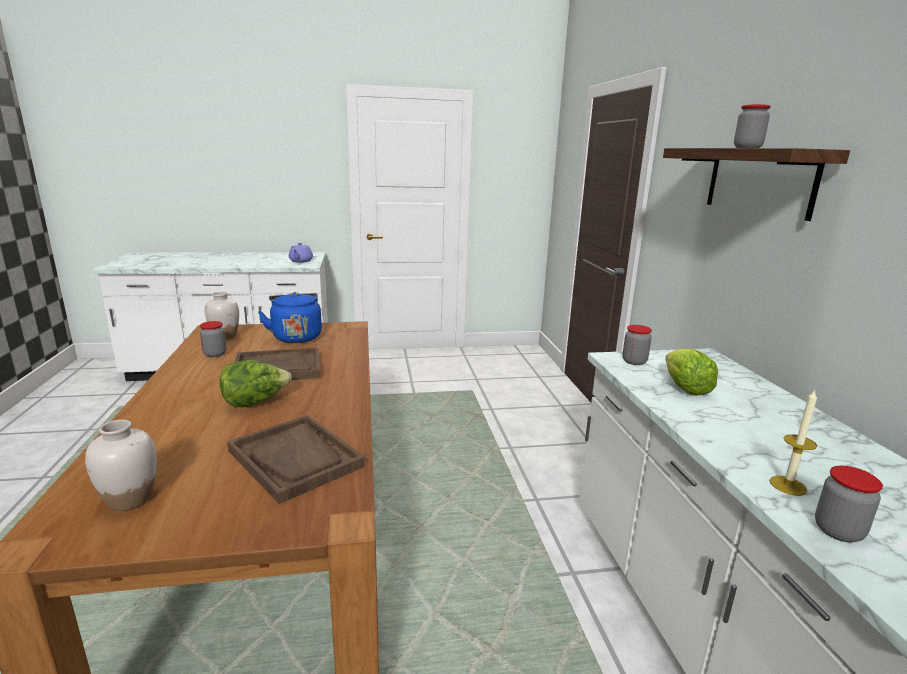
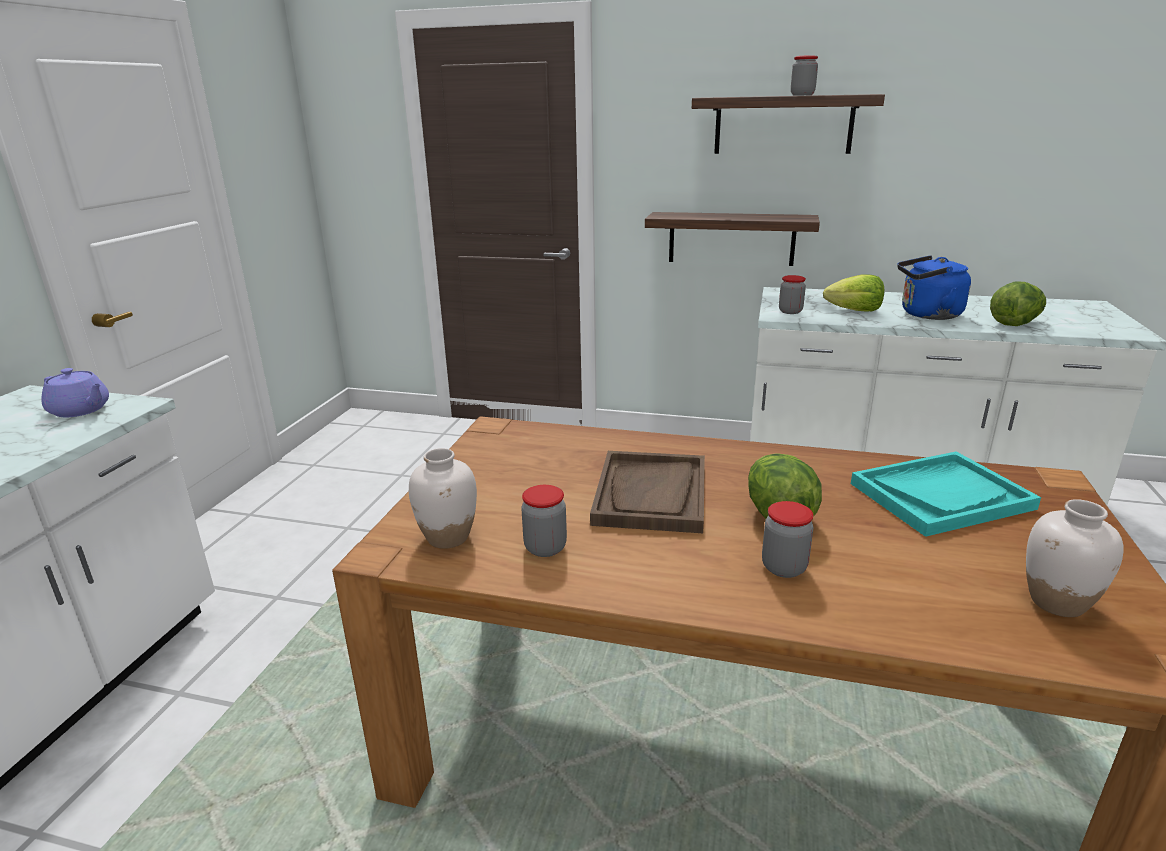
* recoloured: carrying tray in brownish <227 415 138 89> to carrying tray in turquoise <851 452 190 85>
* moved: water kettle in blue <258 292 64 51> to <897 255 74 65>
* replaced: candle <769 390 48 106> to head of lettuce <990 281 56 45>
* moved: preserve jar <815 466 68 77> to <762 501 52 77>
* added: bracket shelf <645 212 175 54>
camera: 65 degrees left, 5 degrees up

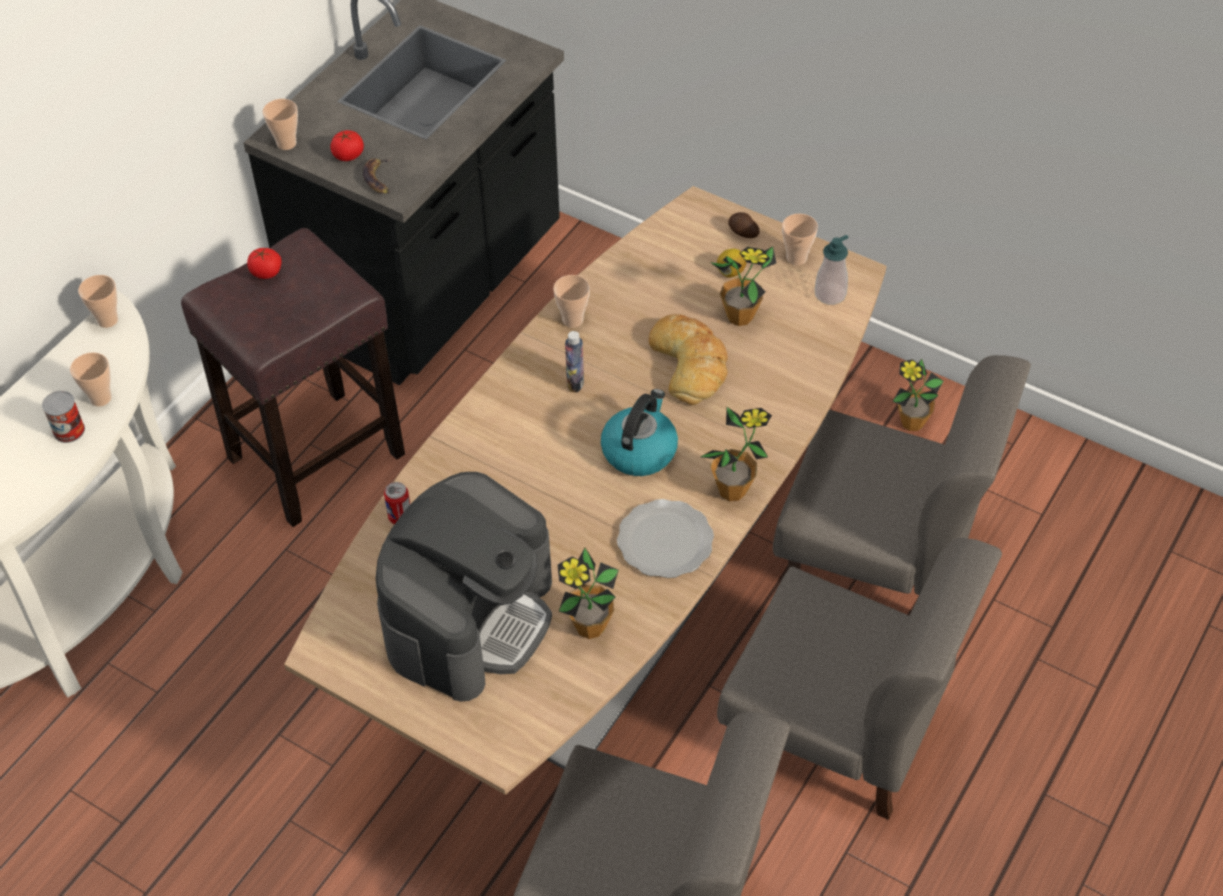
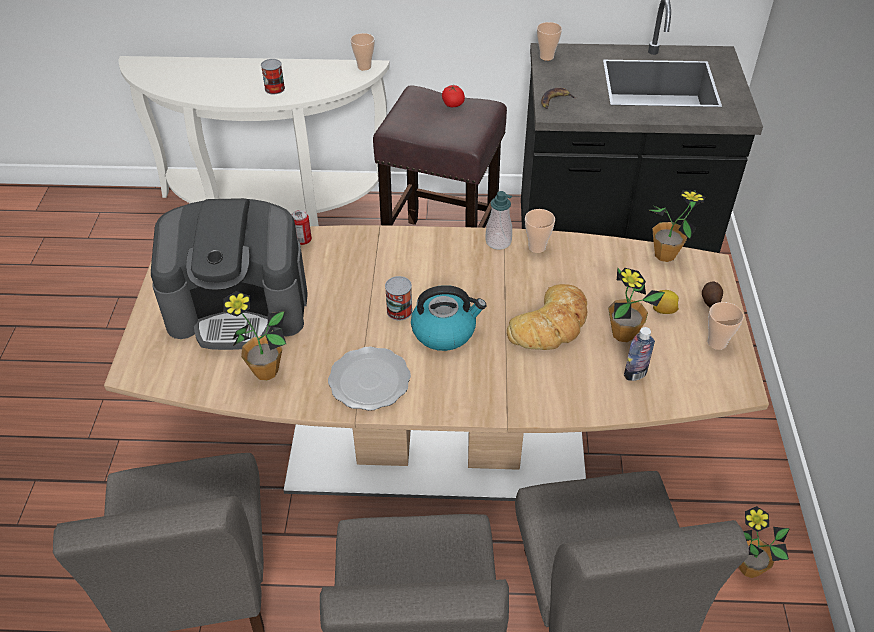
* removed: cup <70 352 42 55>
* removed: whole tomato <330 130 34 31>
* moved: beverage bottle <565 331 19 61> to <624 327 31 54>
* moved: plant in a pot <701 407 71 94> to <649 190 56 72>
* moved: liquid soap bottle <815 235 33 70> to <485 191 27 59>
* added: sealed can <385 276 28 44>
camera: 60 degrees right, 5 degrees down

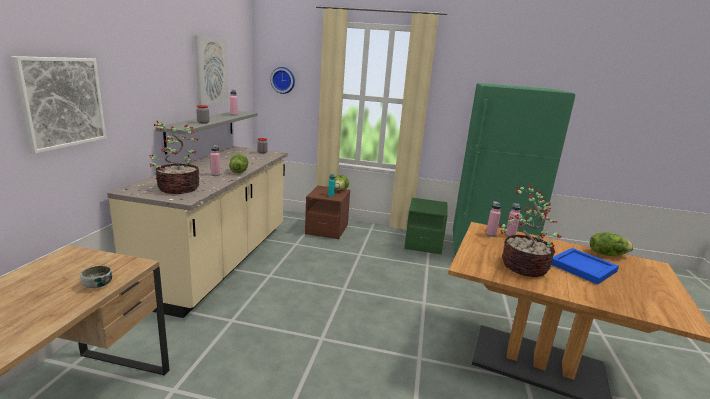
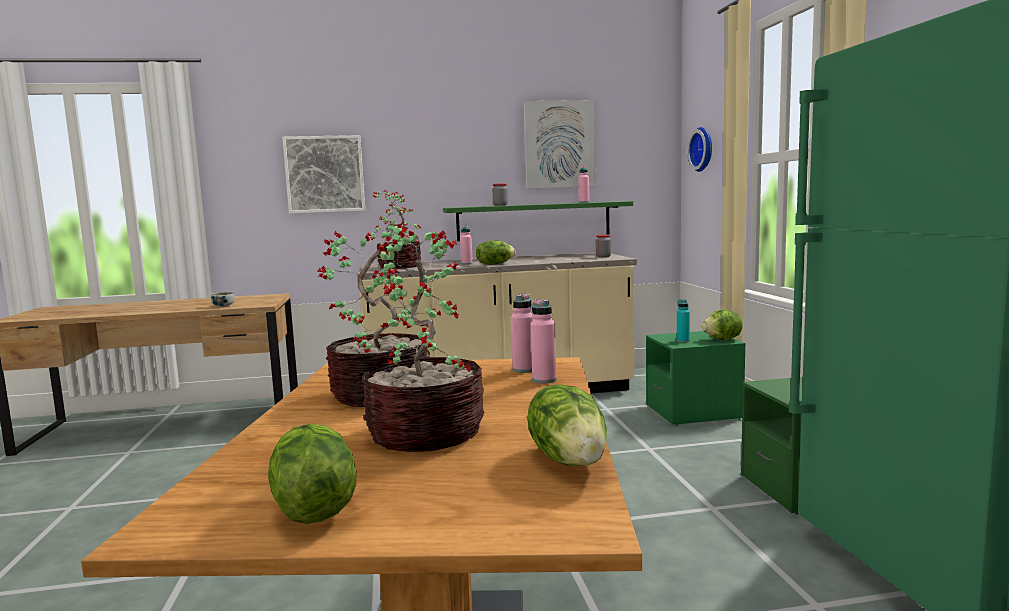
* recoloured: bracket shelf in grey <155 111 102 43> to bracket shelf in greenish <443 201 190 40>
* recoloured: bedside table in brownish <305 186 45 53> to bedside table in greenish <646 331 100 95>
* replaced: carrying tray in blue <551 248 68 37> to plant in a pot <362 226 122 226>
* added: head of lettuce <268 424 88 100>
camera: 70 degrees right, 10 degrees down

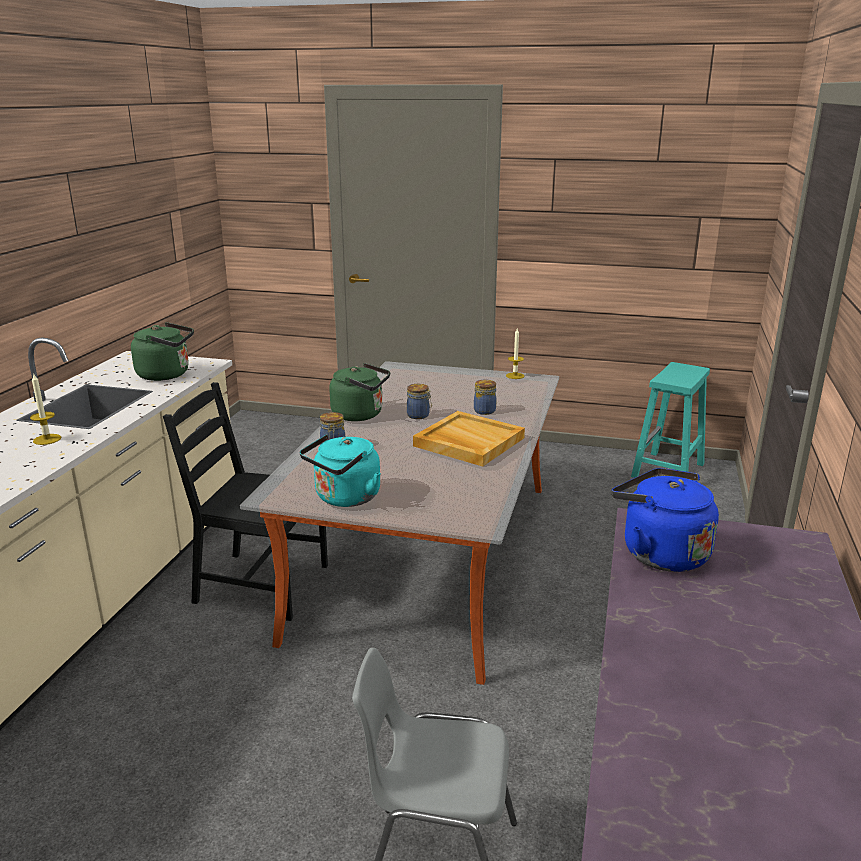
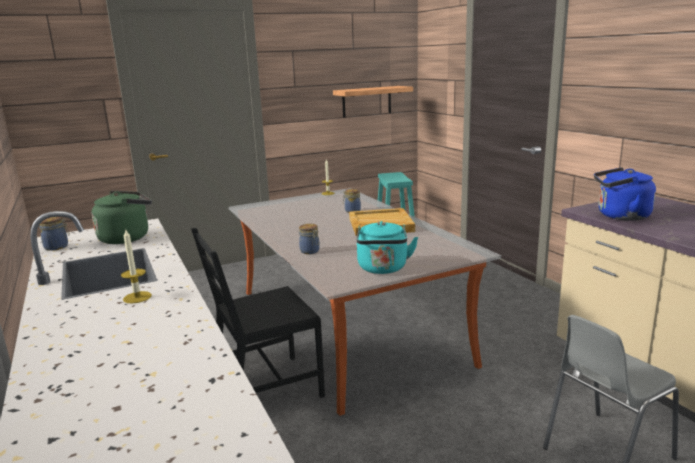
* removed: water kettle in greenish <329 363 61 58>
* moved: preserve jar <407 384 25 35> to <39 217 31 34>
* added: bracket shelf <333 86 80 32>
camera: 40 degrees left, 5 degrees down

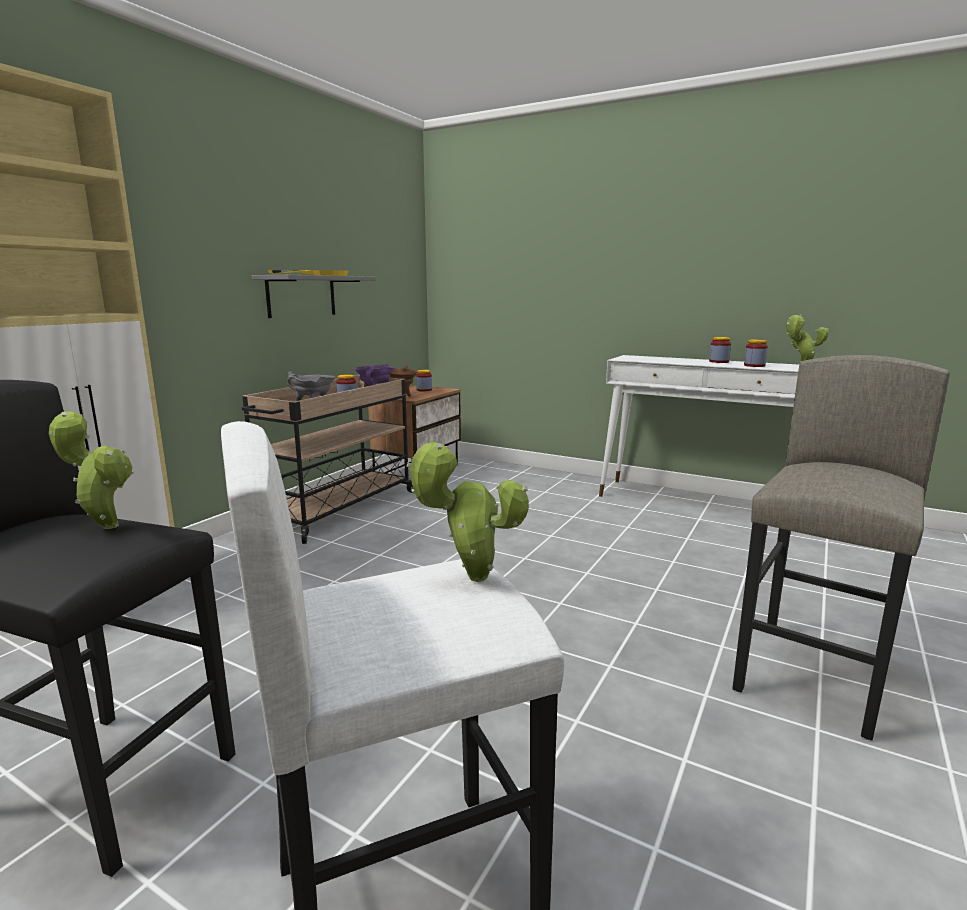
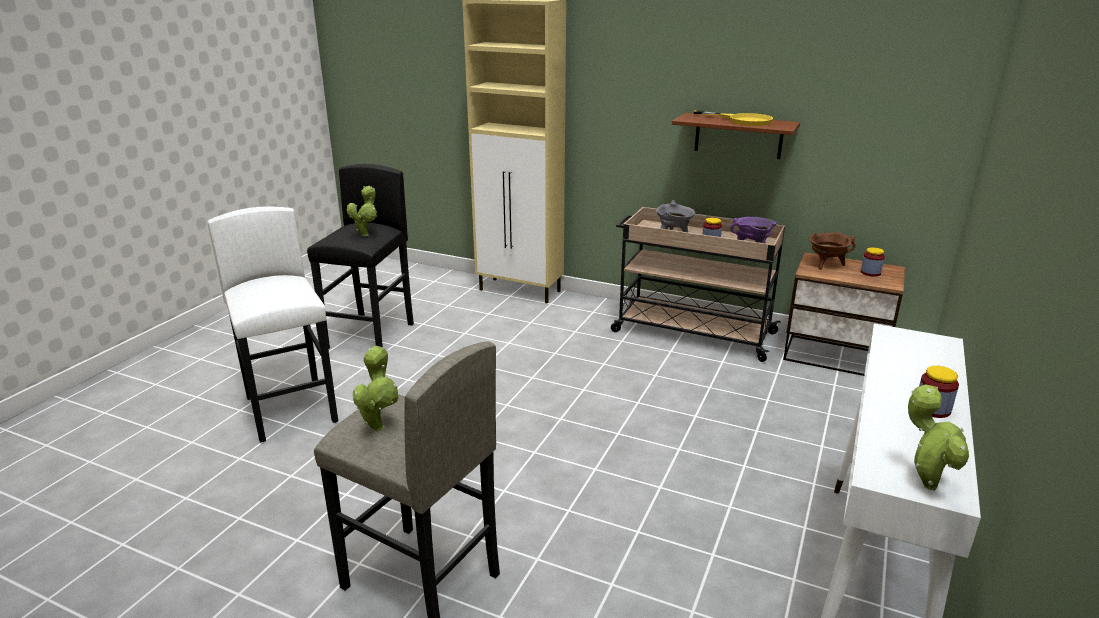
* recoloured: bracket shelf in grey <252 275 124 43> to bracket shelf in brownish <672 113 128 46>
* moved: plant in a pot <406 442 123 140> to <353 346 46 86>
* removed: preserve jar <744 339 24 28>
camera: 85 degrees right, 10 degrees up

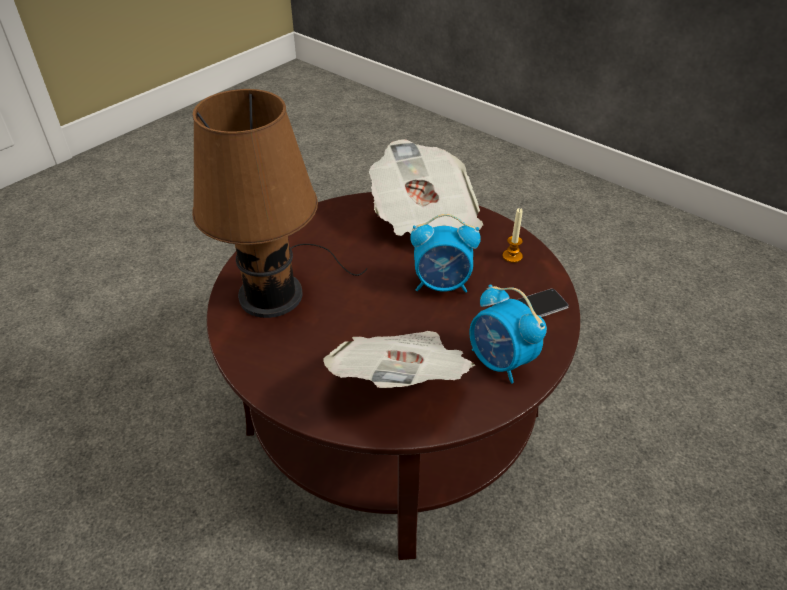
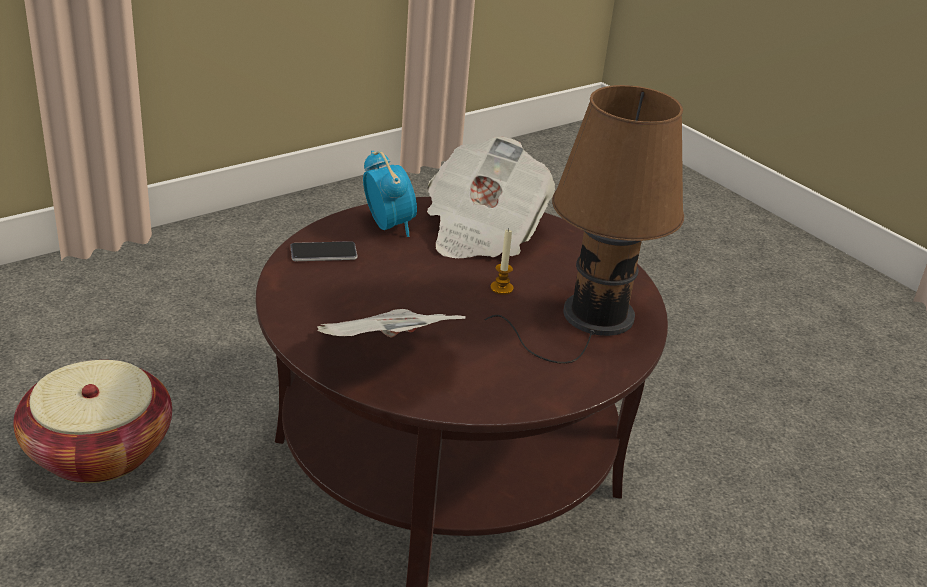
* removed: bedside clock <410 214 71 79>
* moved: candle <503 208 20 55> to <490 229 24 66>
* added: household basket <13 360 159 123>
camera: 170 degrees left, 10 degrees down

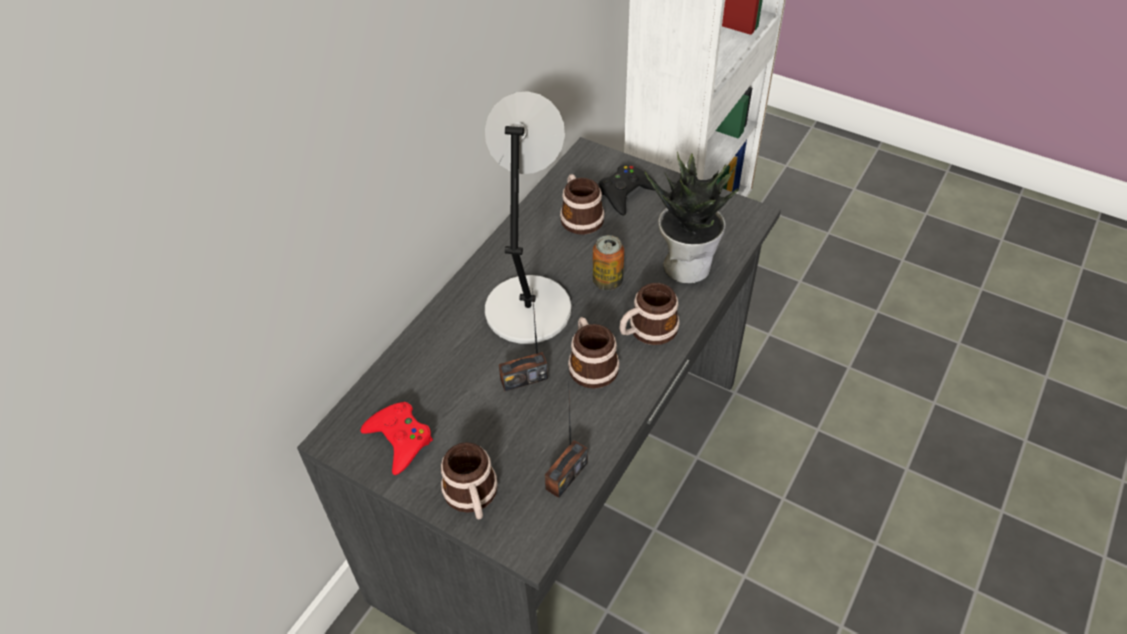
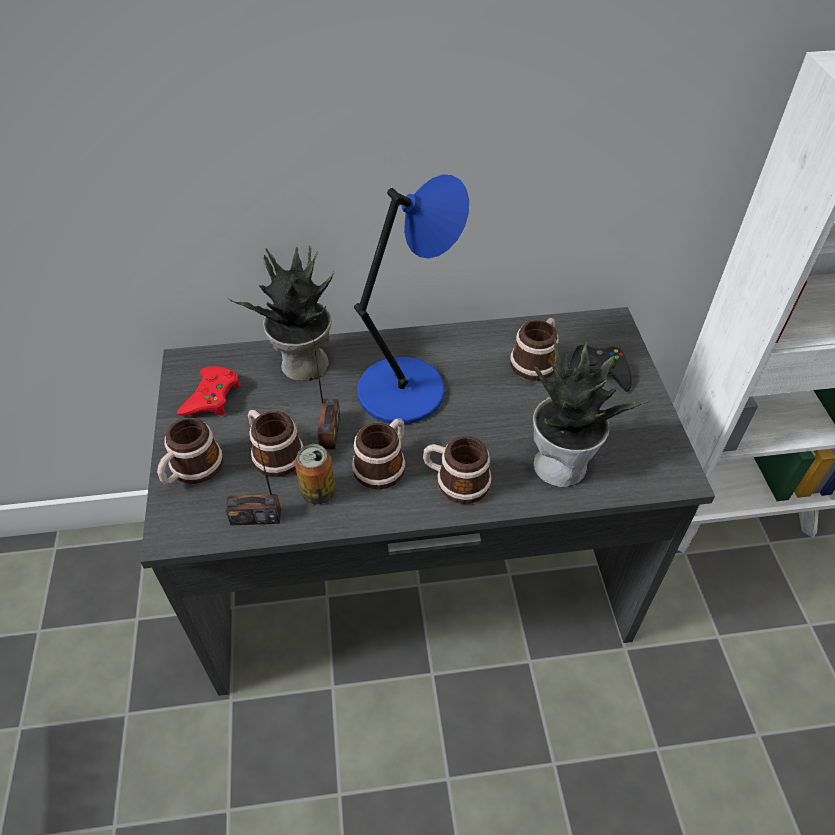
* recoloured: lamp for a table in grey <485 91 87 253> to lamp for a table in blue <354 175 115 249>
* turned: radio <499 288 49 103> = <312 332 28 118> 120 degrees counterclockwise
* moved: sealed can <593 235 31 55> to <295 444 41 60>
* added: plant in a pot <229 246 105 135>
* added: coffee mug <248 410 55 67>
camera: 50 degrees right, 0 degrees up

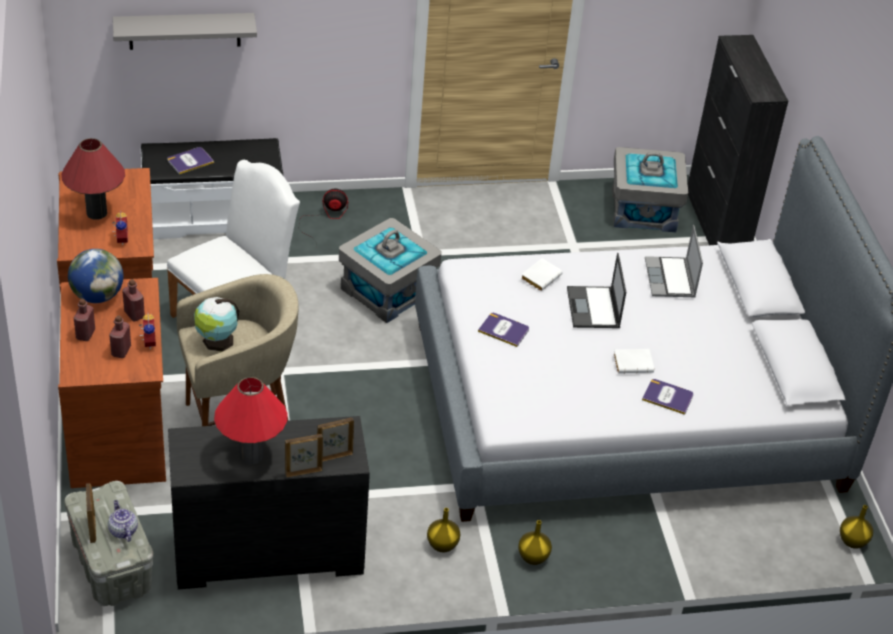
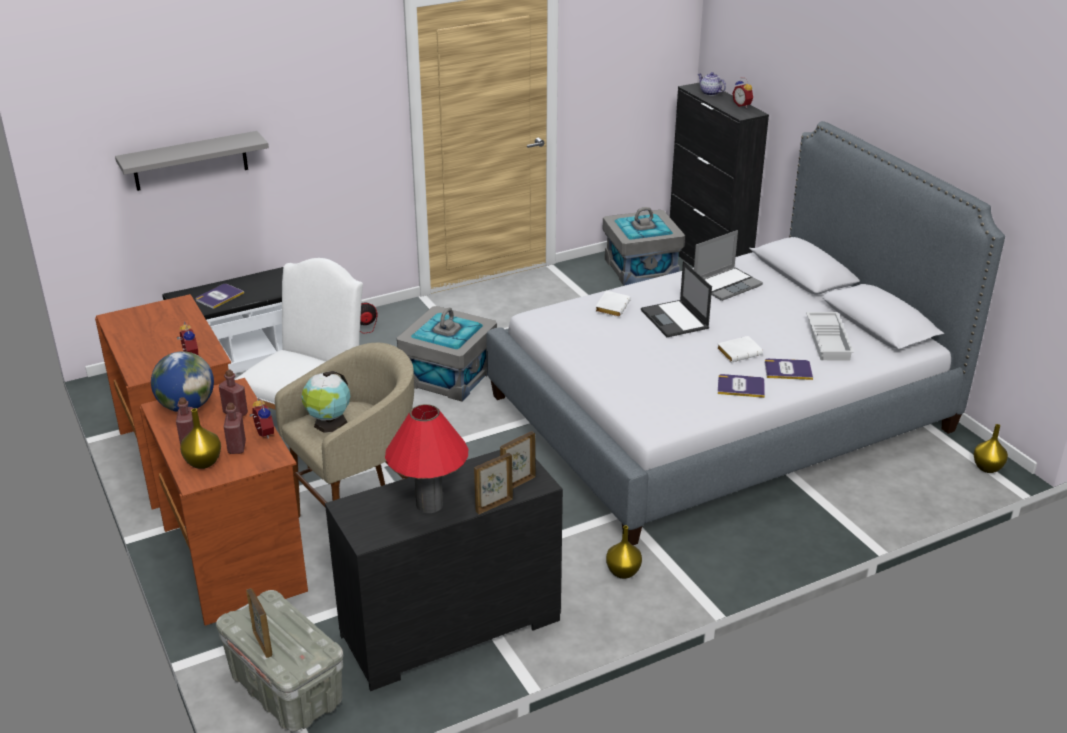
* removed: lamp for a table in reddish <61 138 64 82>
* moved: teapot <108 500 30 42> to <698 72 28 24>
* moved: volume <478 313 51 34> to <718 374 47 24>
* moved: vase in yellowish <518 520 34 45> to <180 408 41 61>
* turned: notebook computer <645 225 58 72> = <694 230 69 71> 105 degrees counterclockwise
* added: bedside clock <732 78 21 30>
* added: carrying tray in whitish <806 312 48 48>
camera: 15 degrees left, 10 degrees down

